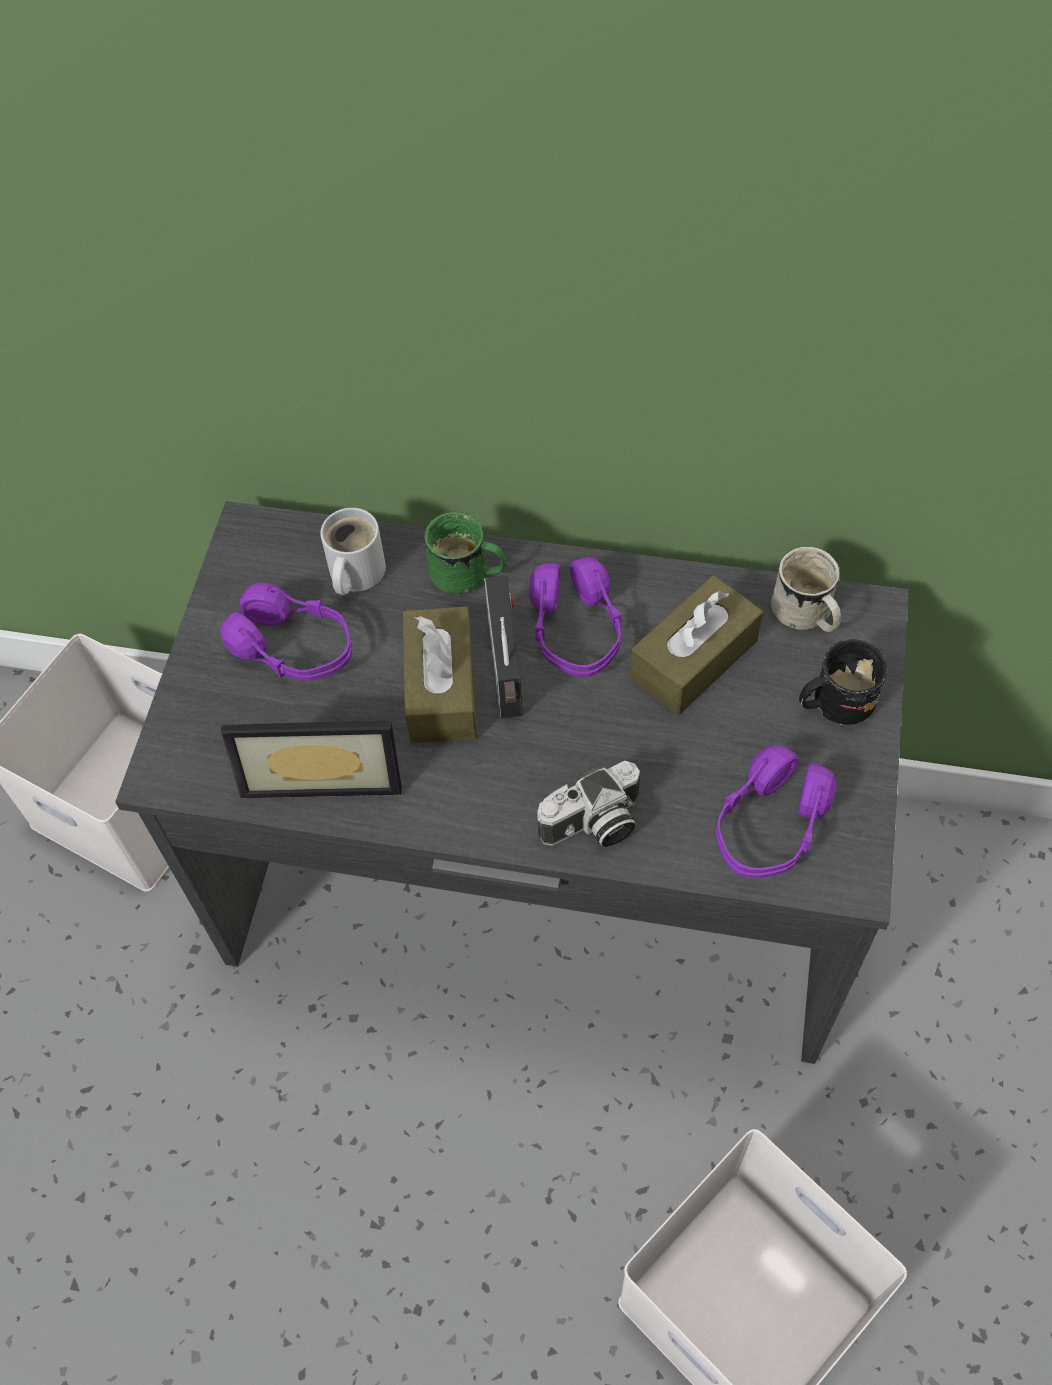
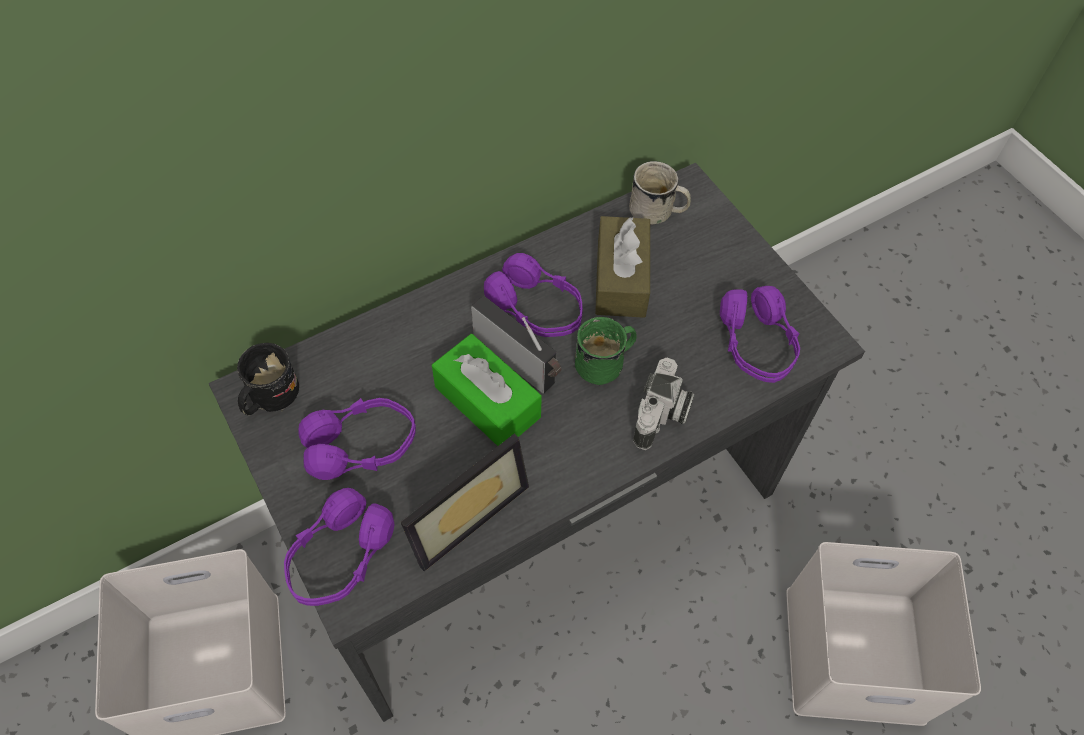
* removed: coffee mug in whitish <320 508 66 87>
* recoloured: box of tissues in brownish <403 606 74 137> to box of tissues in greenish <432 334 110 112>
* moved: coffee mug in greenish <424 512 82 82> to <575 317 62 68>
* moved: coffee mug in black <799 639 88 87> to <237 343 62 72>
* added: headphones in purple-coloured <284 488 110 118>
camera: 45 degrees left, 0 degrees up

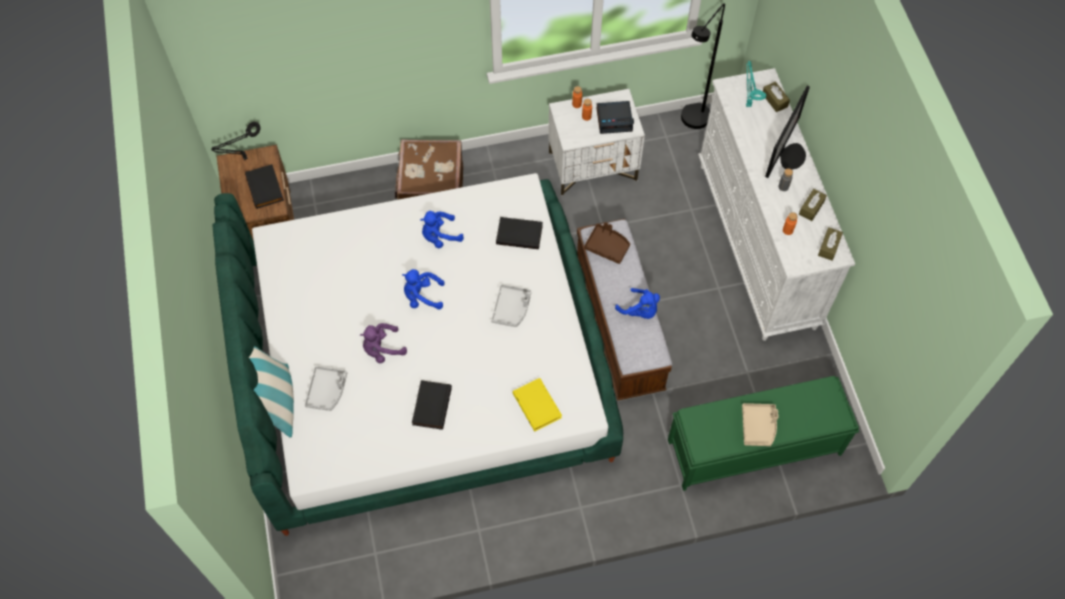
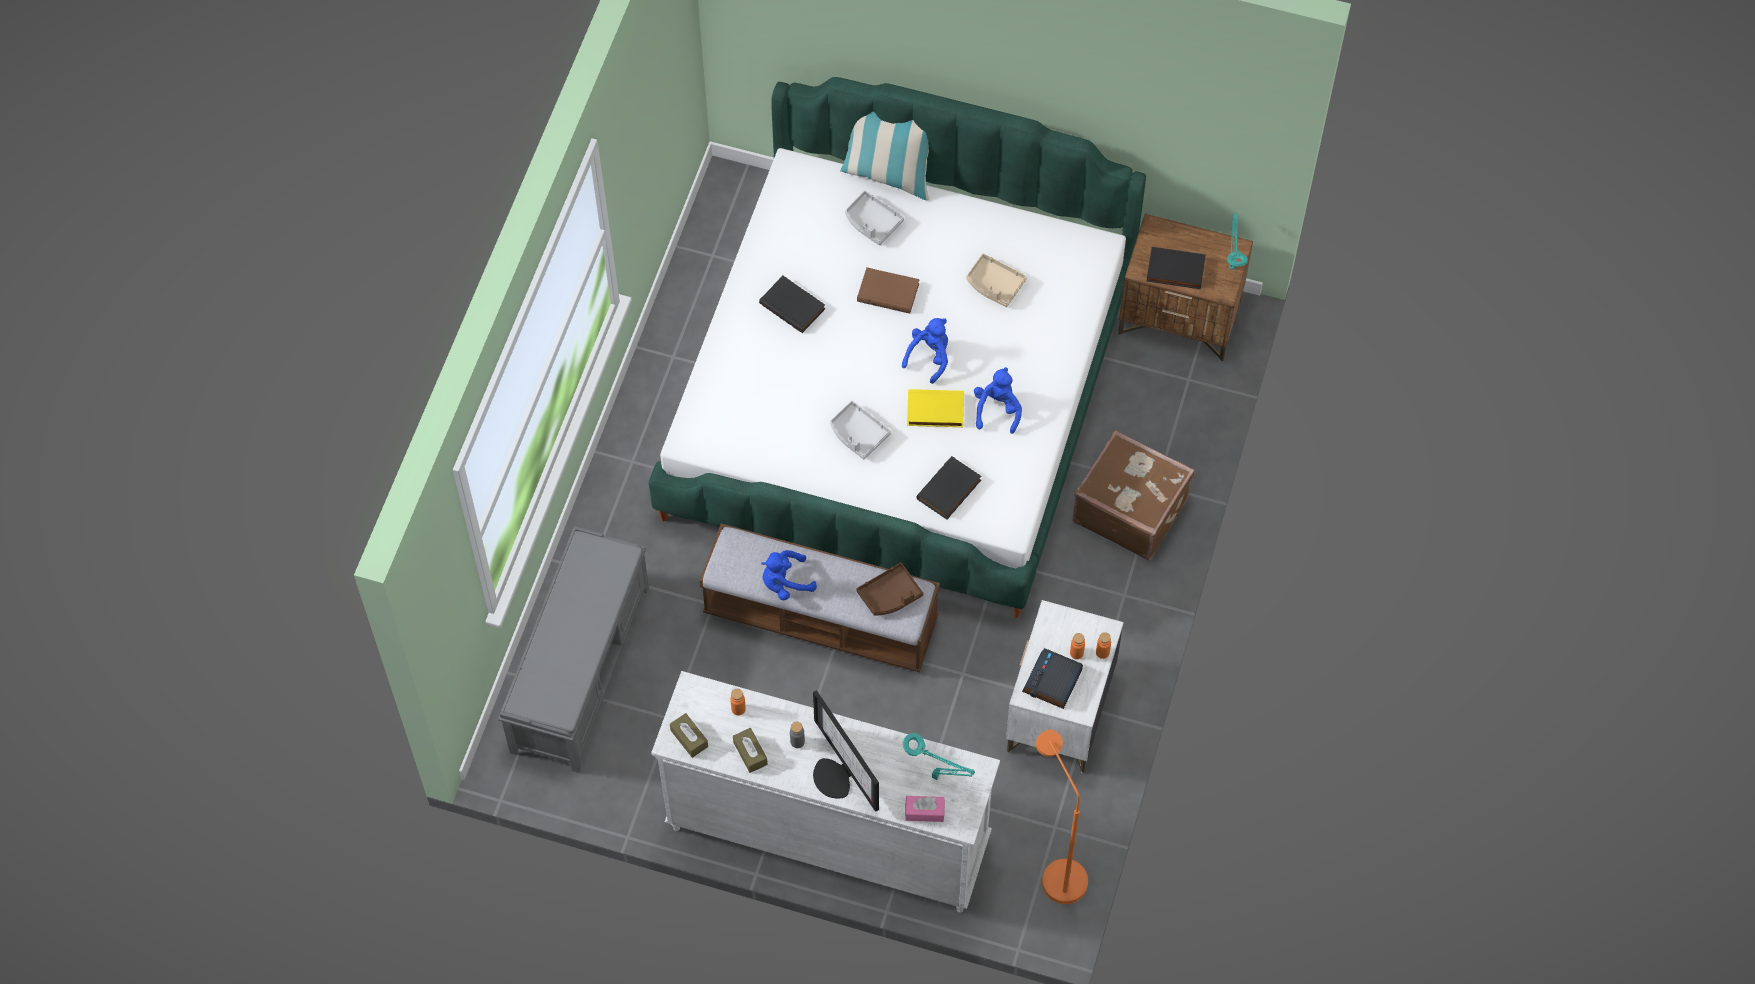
* recoloured: lamp for a table in black <211 122 50 38> to lamp for a table in turquoise <1227 213 21 56>
* replaced: plush toy in purple-coloured <360 323 47 40> to volume in brownish <857 267 63 46>
* moved: volume in yellowish <513 378 49 53> to <907 389 57 38>
* recoloured: long seat in greenish <668 376 191 115> to long seat in grey <498 526 151 247>
* recoloured: standing lamp in black <681 3 44 126> to standing lamp in orange <1036 730 52 174>
* moved: carrying tray in beige-coloured <742 403 37 43> to <966 254 61 53>
* recoloured: box of tissues in brownish <763 82 27 30> to box of tissues in pink-coloured <905 796 40 26>
camera: 120 degrees right, 0 degrees up

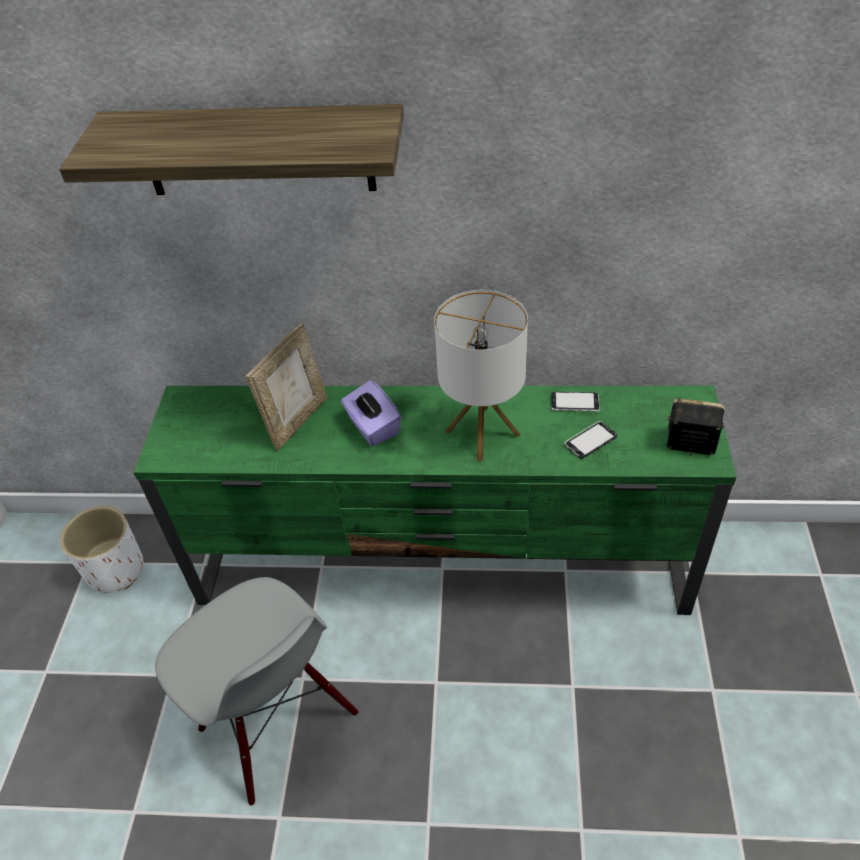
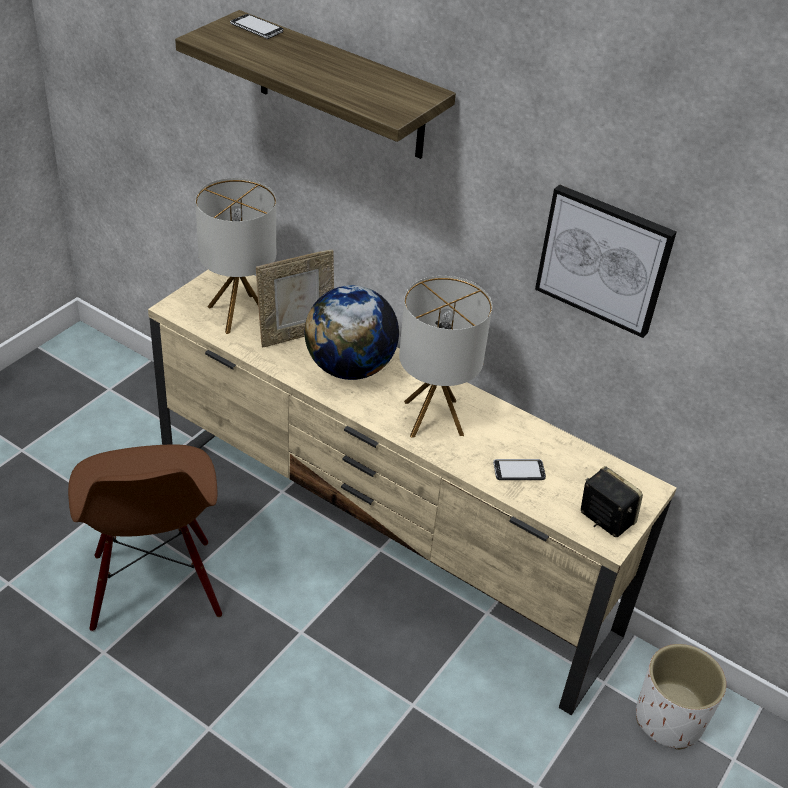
* moved: flower pot in whitish <60 506 84 87> to <636 644 90 106>
* recoloured: tv stand in greenish <133 386 603 229> to tv stand in beige-coloured <148 270 529 446>
* recoloured: plain chair in grey <155 577 203 229> to plain chair in brownish <68 444 154 188>
* replaced: box of tissues in purple-coloured <341 380 60 66> to desk globe <305 285 94 95>
* moved: handset <551 392 49 20> to <230 14 53 25>
* added: lamp for a table <195 178 81 156>
* added: picture <535 184 142 154>
camera: 25 degrees right, 5 degrees down

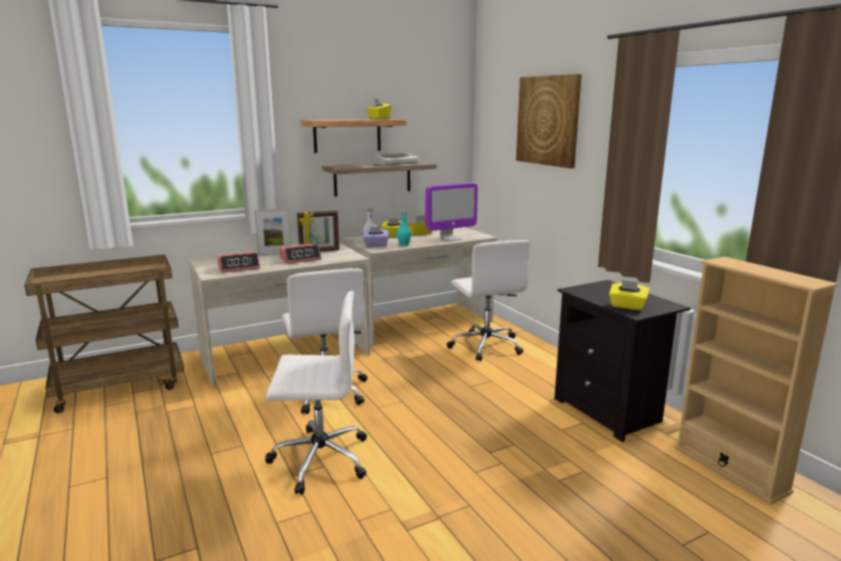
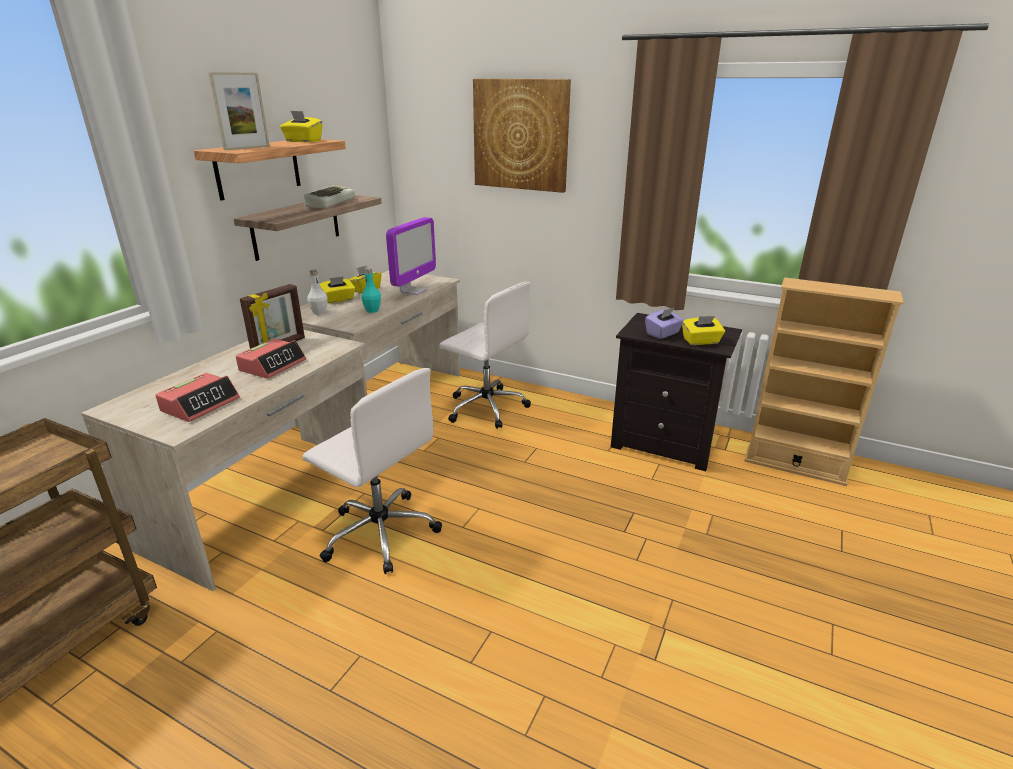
* moved: standing frame <254 209 37 47> to <208 72 62 78>
* removed: computer chair in whitish <265 291 102 204>
* moved: box of tissues in purple-coloured <363 227 26 20> to <645 307 39 32>
camera: 35 degrees left, 10 degrees up

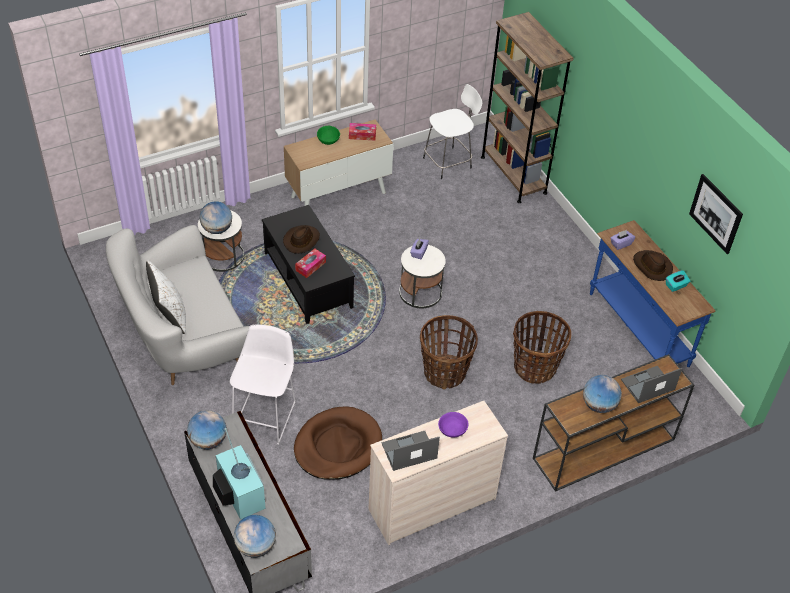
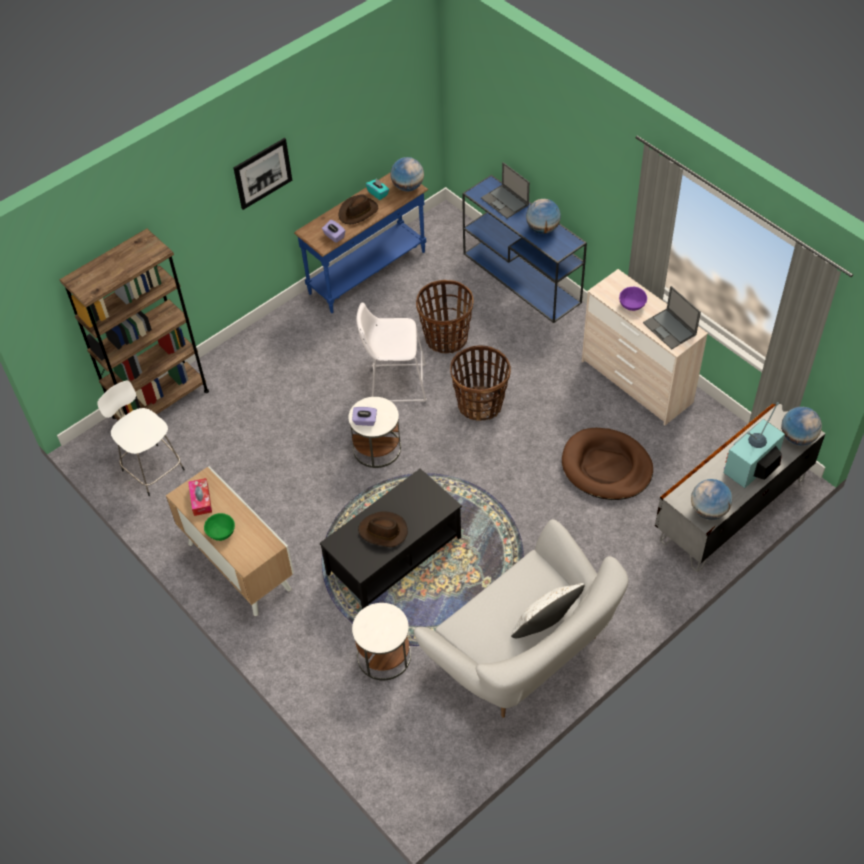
* moved: desk globe <199 201 33 33> to <390 157 34 35>
* moved: sitting stool in whitish <230 325 66 120> to <356 302 71 100>
* removed: box of tissues <295 248 31 30>
* recoloured: console table in brownish <533 354 161 138> to console table in blue <462 175 125 148>
* moved: picture <689 174 54 80> to <233 138 59 72>
camera: 100 degrees left, 5 degrees up

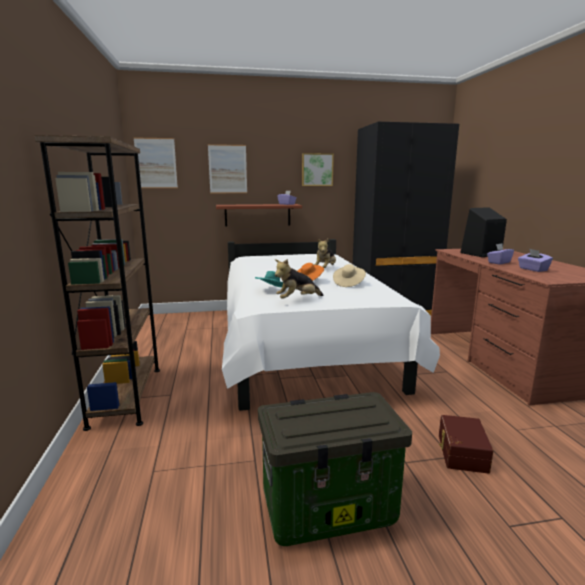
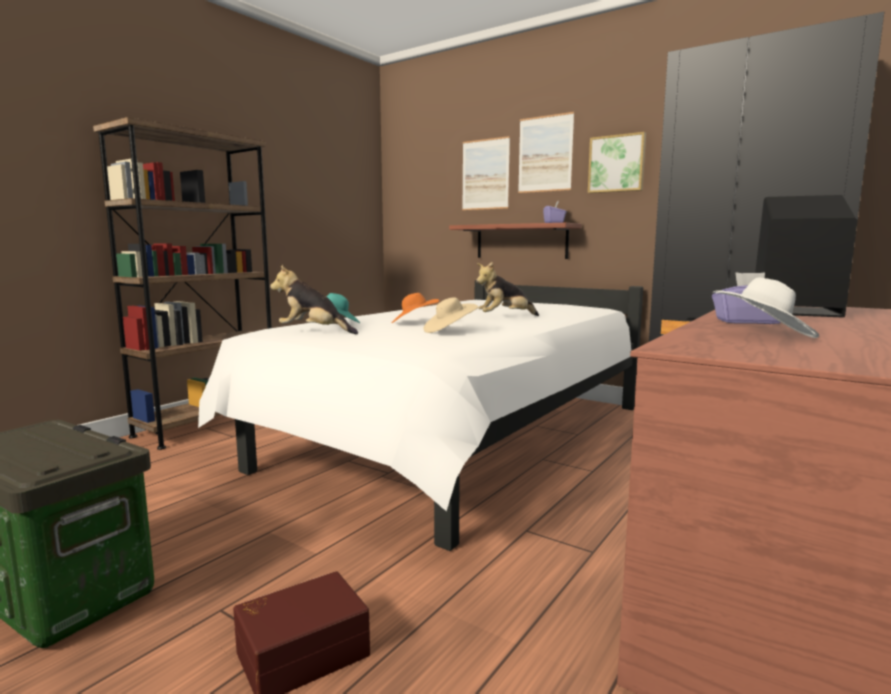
* moved: picture <133 137 45 51> to <518 112 56 81>
* replaced: box of tissues in purple-coloured <518 249 35 23> to clothing hat in whitish <713 277 106 61>
camera: 45 degrees right, 5 degrees down

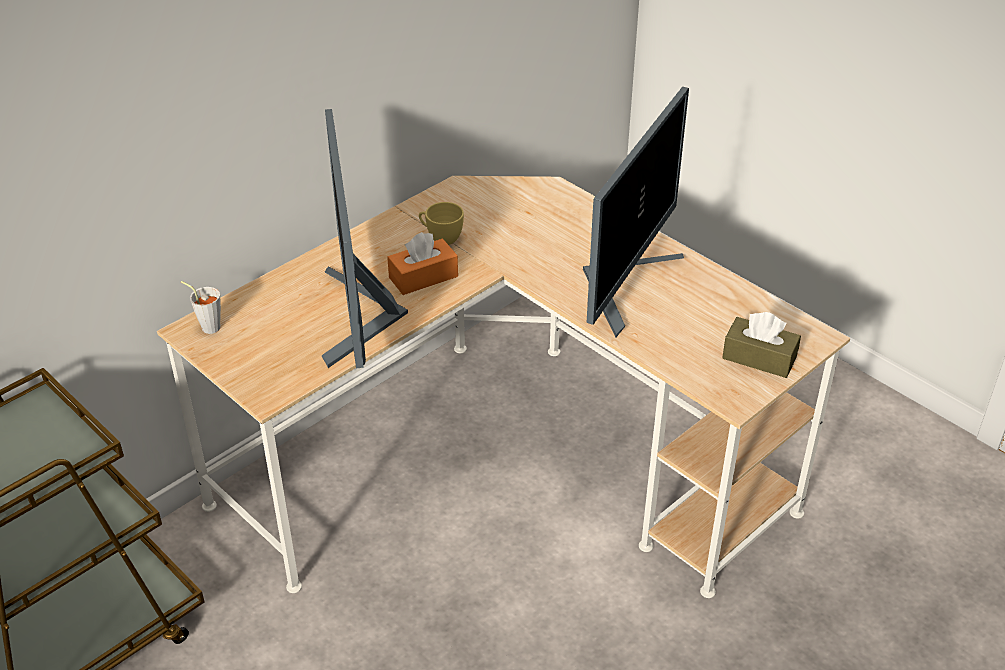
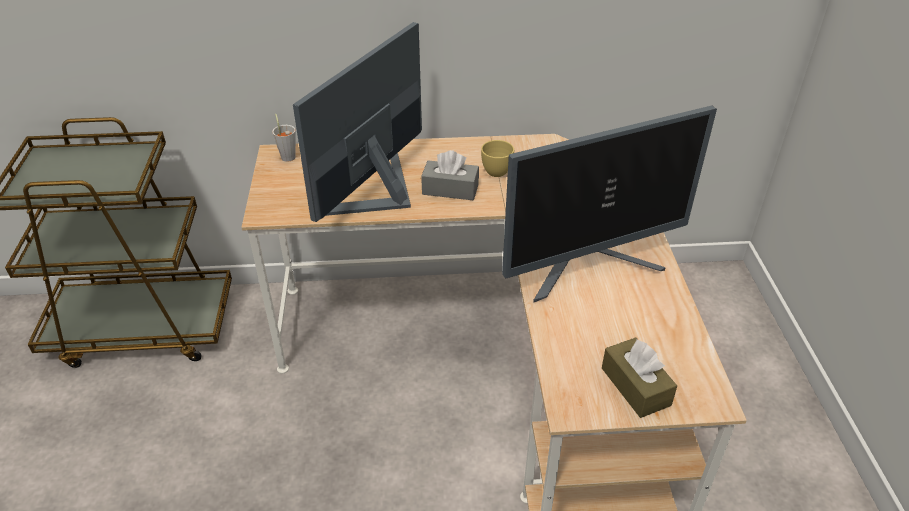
* recoloured: box of tissues in orange <387 232 71 63> to box of tissues in grey <421 150 58 50>
camera: 40 degrees right, 0 degrees up

